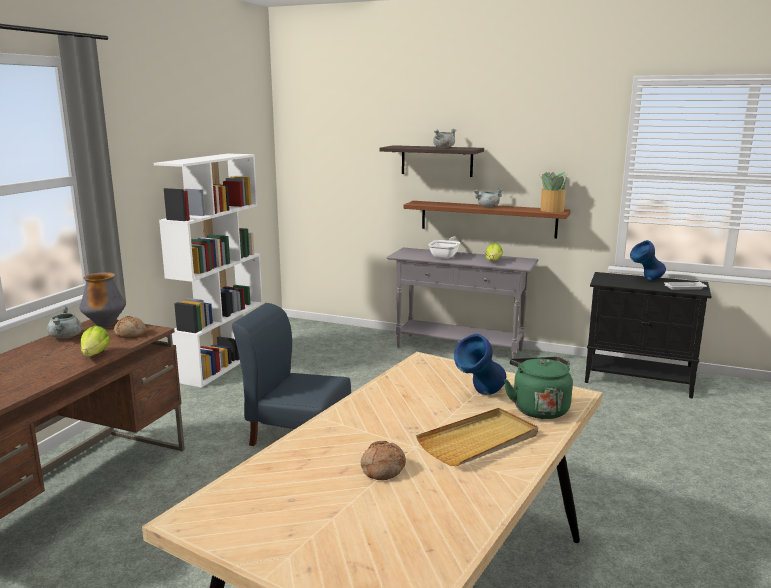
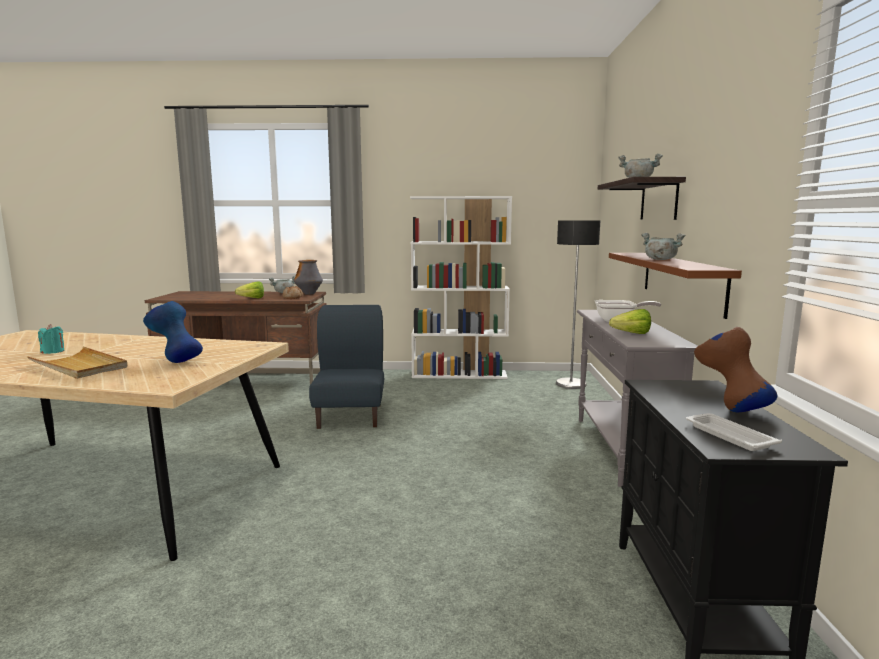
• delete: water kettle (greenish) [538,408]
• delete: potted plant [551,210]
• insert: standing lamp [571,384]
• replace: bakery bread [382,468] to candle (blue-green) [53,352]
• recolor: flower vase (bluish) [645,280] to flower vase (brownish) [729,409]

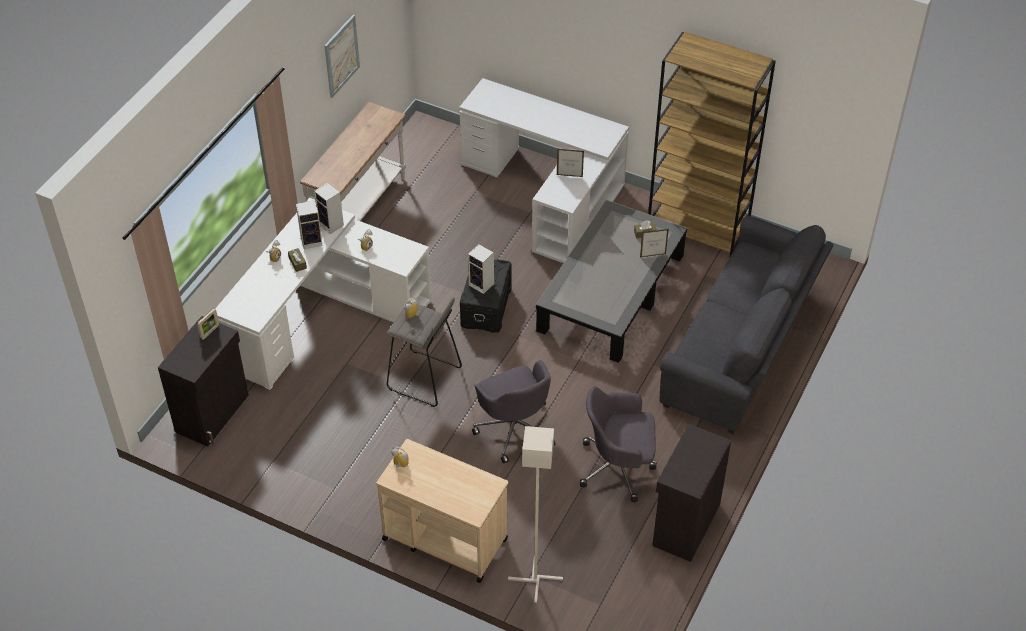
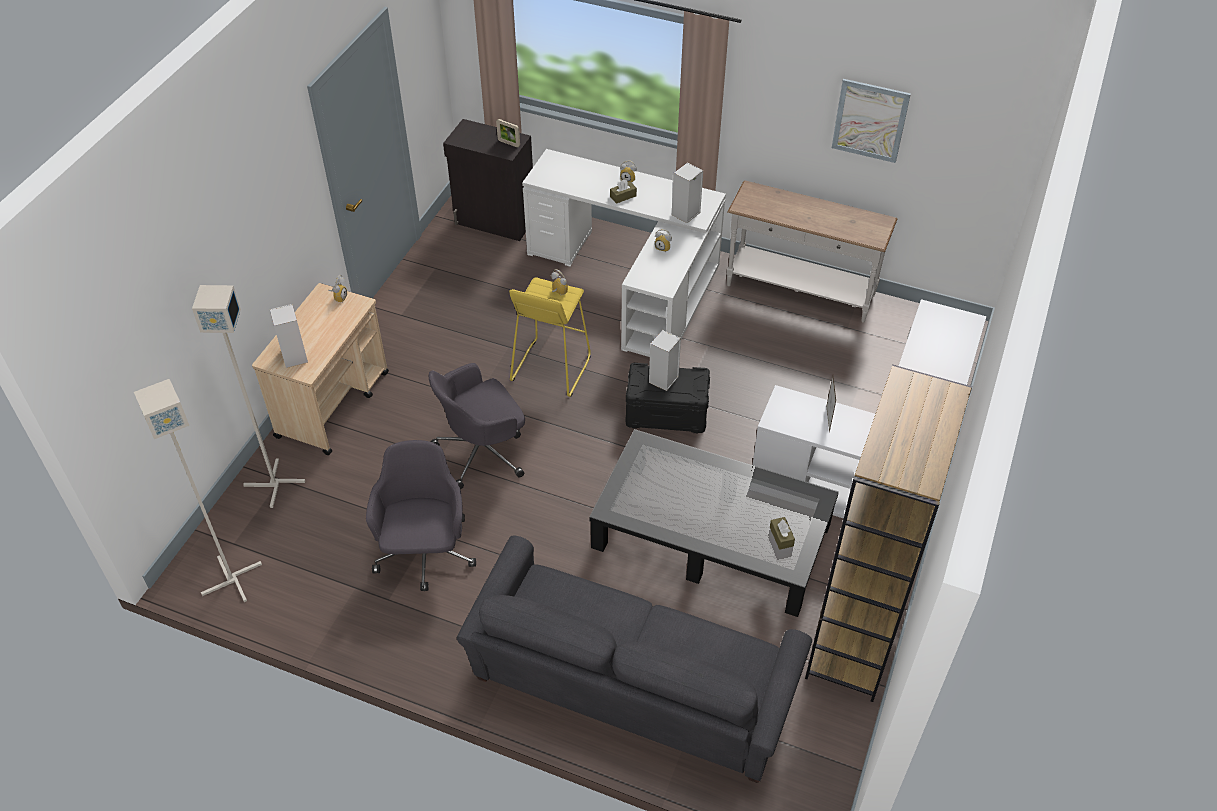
• delete: picture frame [653,255]
• delete: cabinet (black) [685,524]
• insert: standing lamp (greyish) [231,580]
• move: audio speaker [312,240] to [295,357]
• recolor: sitting stool (greyish) [424,379] to sitting stool (yellowish) [550,368]

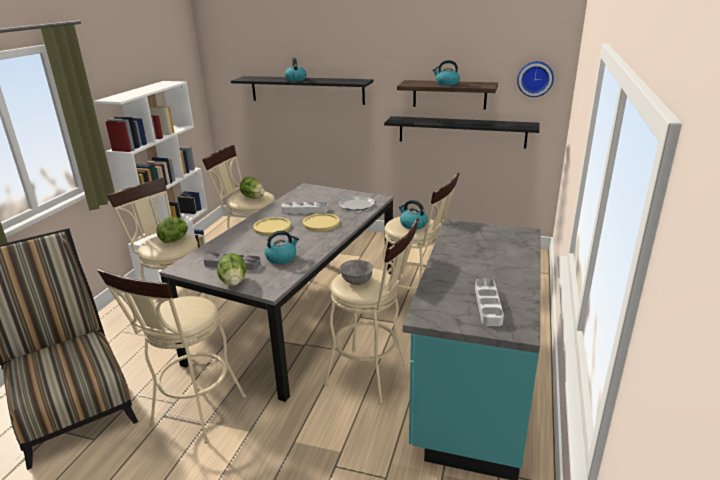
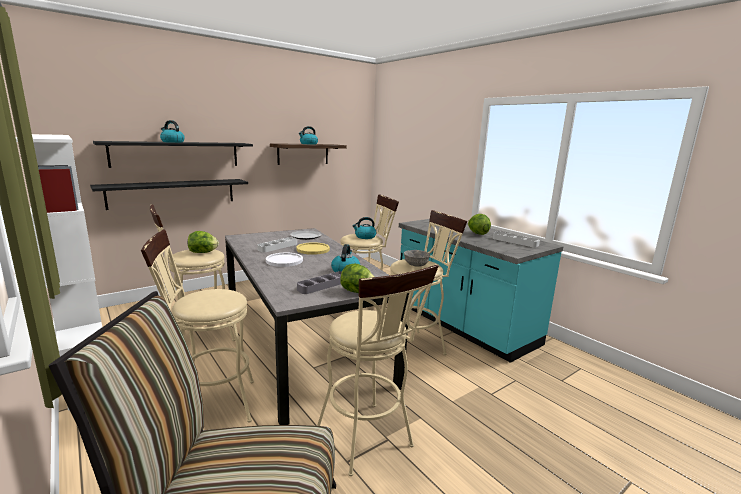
• delete: hanging clock [535,78]
• move: lettuce [175,240] to [477,233]
• move: shelf (black) [461,132] to [173,193]
• recolor: dinner plate (yellowish) [272,227] to dinner plate (white-coloured) [284,260]

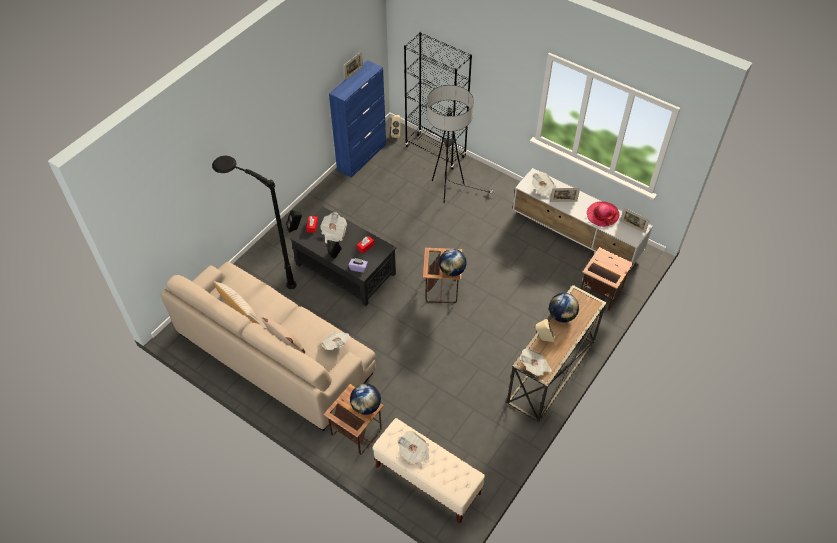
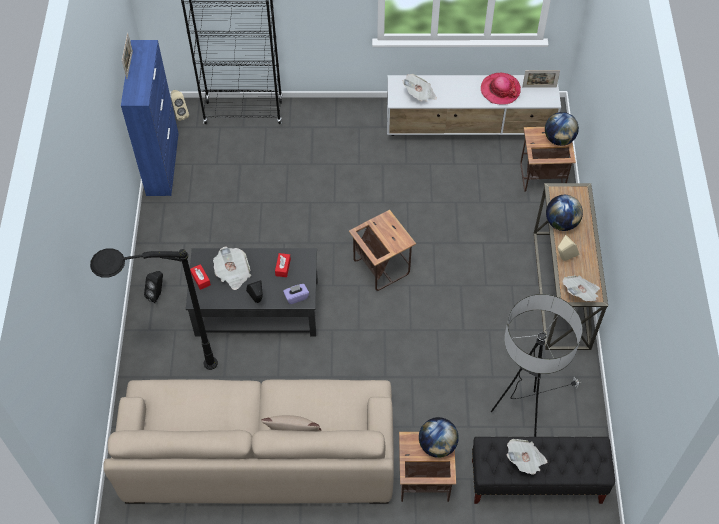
• delete: cushion (beige-coloured) [239,309]
• delete: newspaper [336,344]
• delete: picture frame [563,201]
• move: standing lamp [448,191] to [522,413]
• move: globe [452,271] to [559,139]
• recolor: long seat (beige-coloured) [427,480] to long seat (black) [535,481]

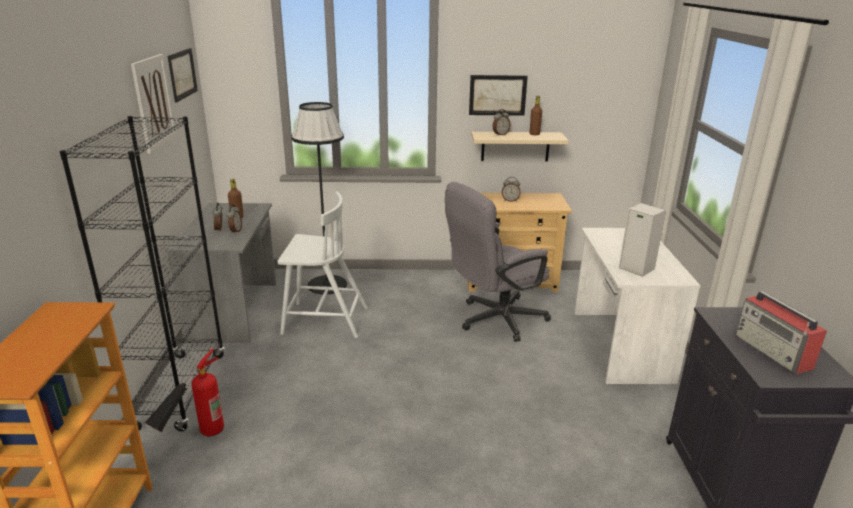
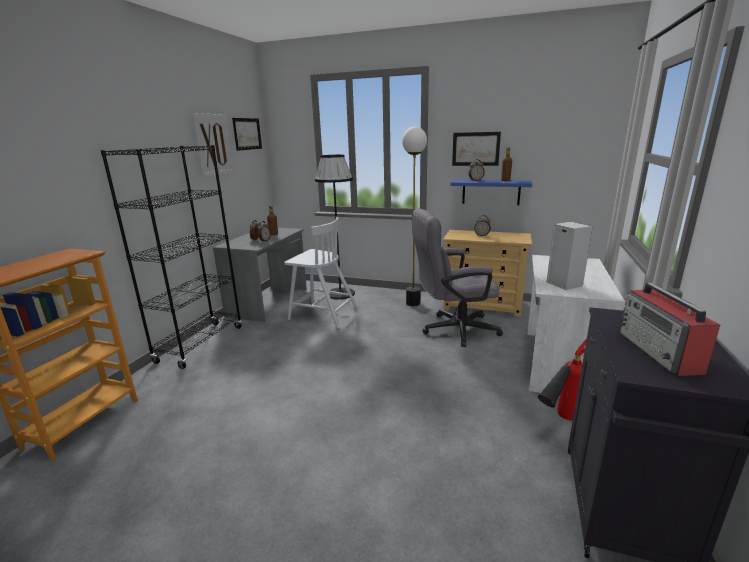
• insert: standing lamp [413,303]
• move: extinguisher [194,442] to [558,423]
• recolor: shelf (beige-coloured) [515,146] to shelf (bluish) [491,192]

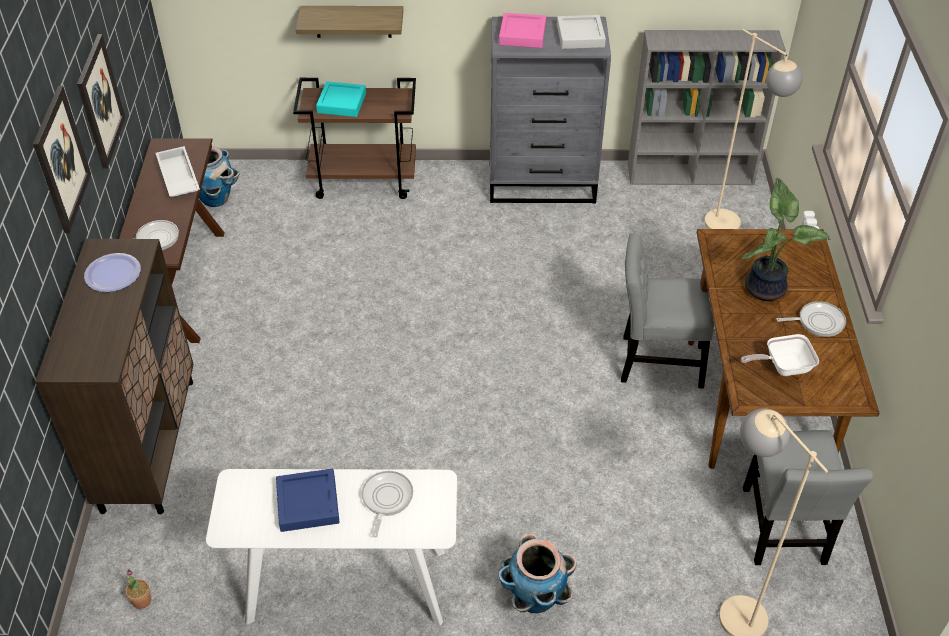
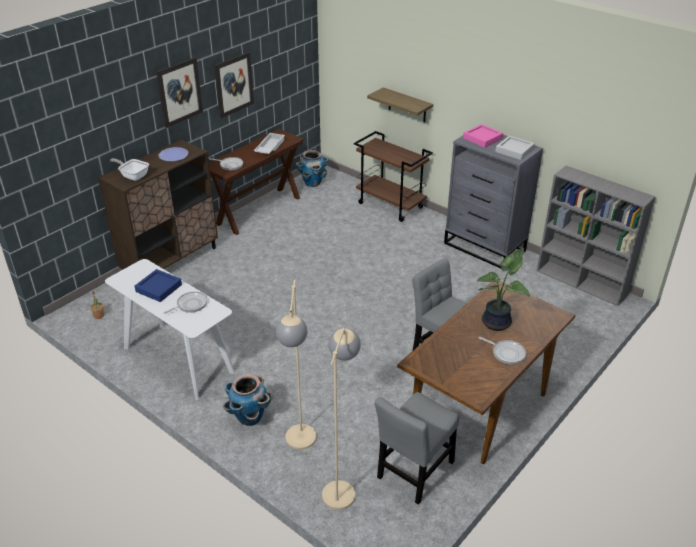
• delete: carrying tray (blue-green) [341,103]
• move: standing lamp (beige-coloured) [732,230] to [300,446]
• move: frying pan [782,366] to [133,176]

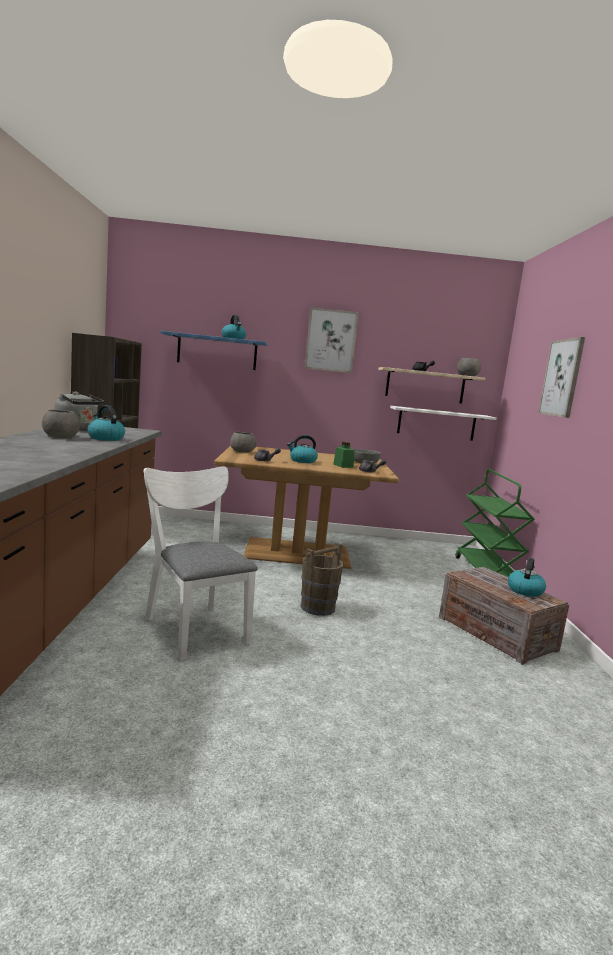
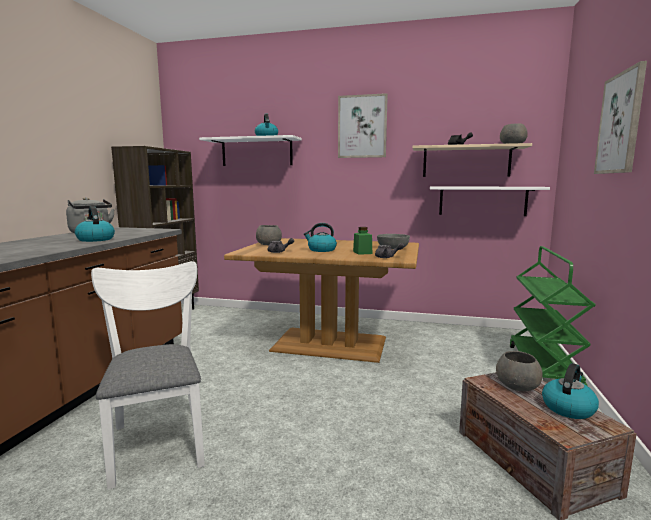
• delete: bucket (brownish) [318,607]
• move: bowl (greyish) [60,437] to [518,386]
• recolor: shelf (bluish) [217,352] to shelf (white-coloured) [256,152]

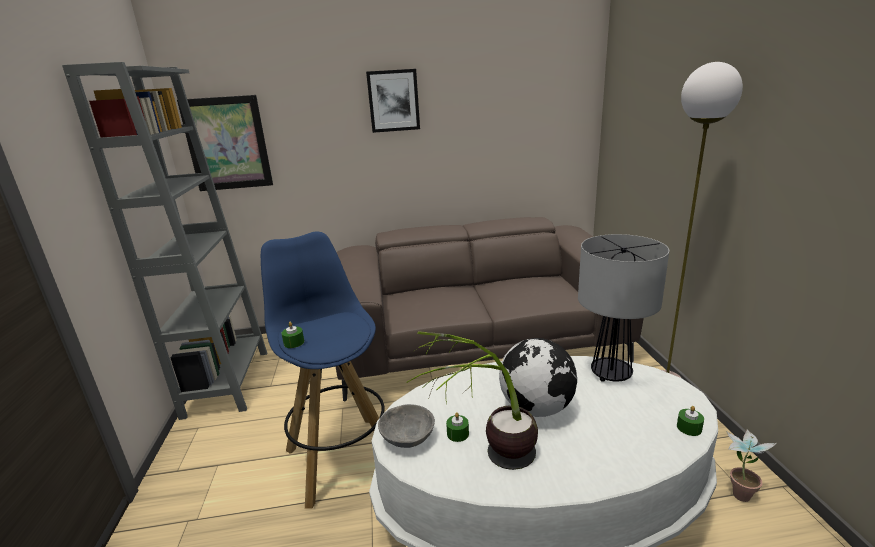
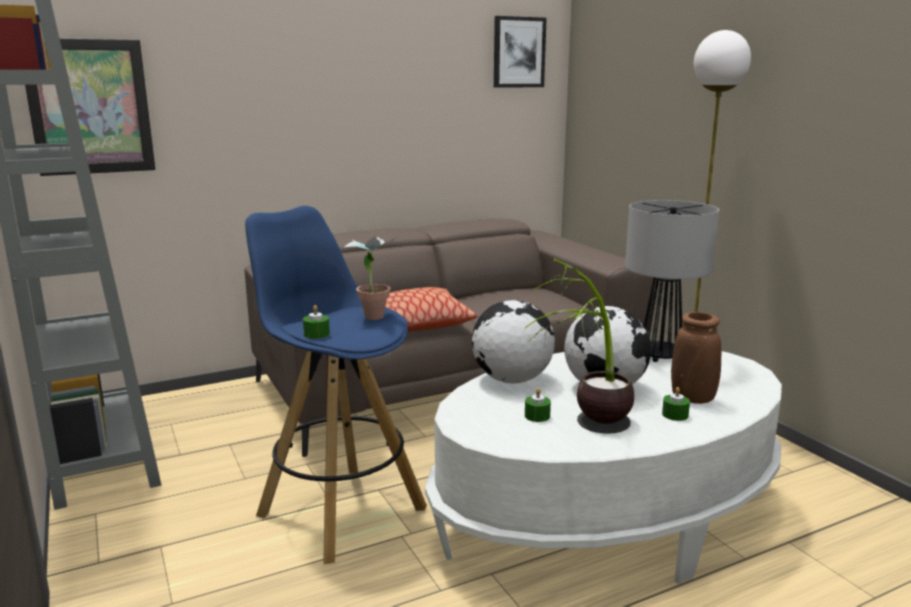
• delete: bowl (greyish) [407,438]
• insert: cushion [419,323]
• insert: globe [511,380]
• insert: flower vase (brownish) [692,398]
• move: picture [393,101] to [518,52]
• move: candle (greenish) [689,428] to [675,415]
• move: potted plant [738,491] to [373,314]

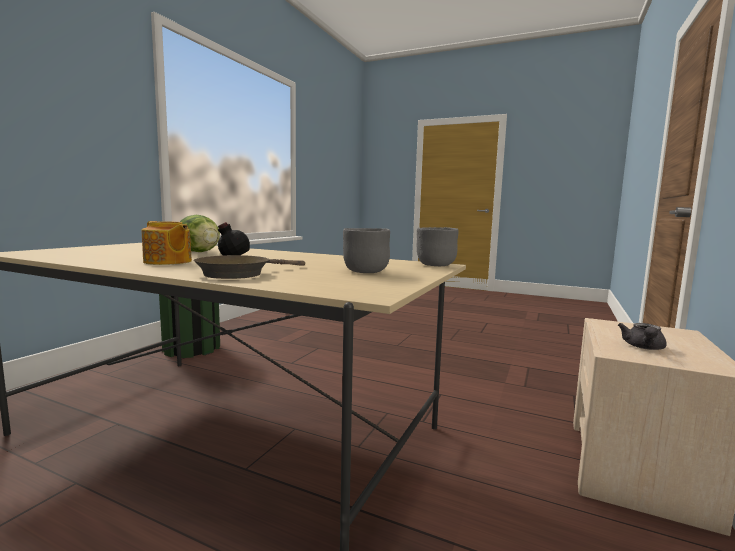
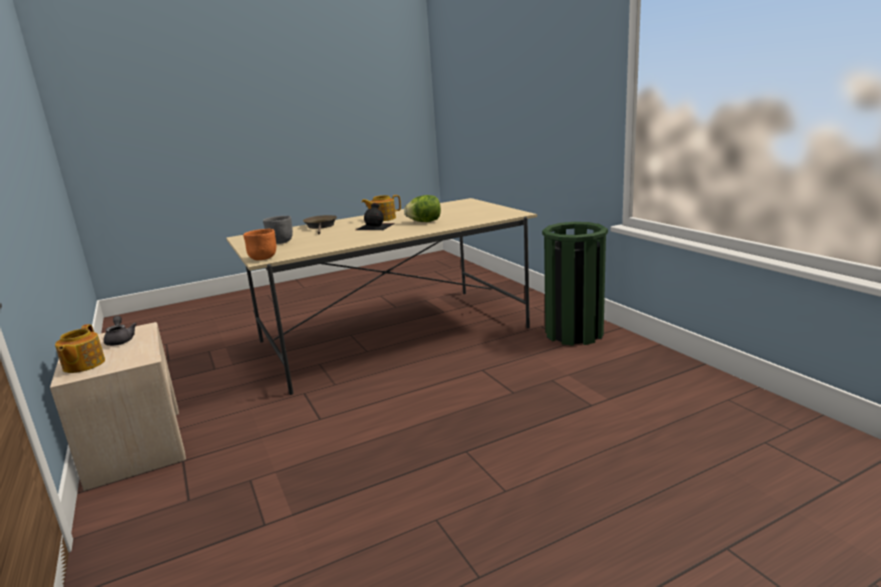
• insert: teapot [83,365]
• recolor: bowl (greyish) [435,265] to bowl (orangey) [264,258]

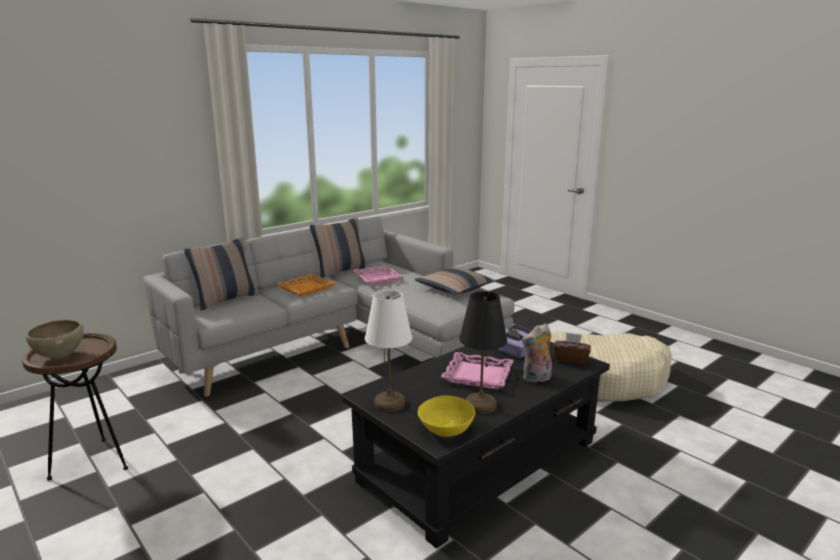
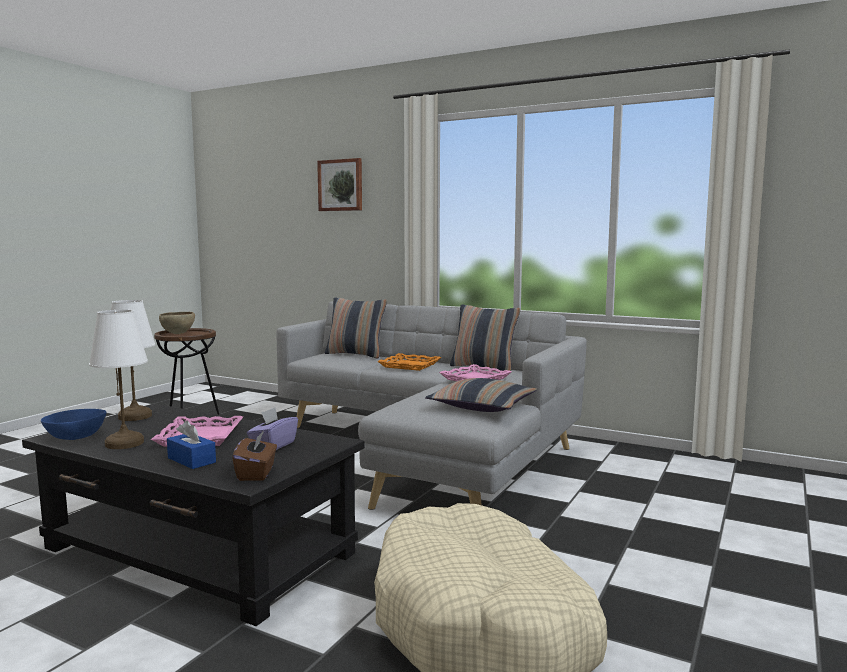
• insert: picture [341,185]
• replace: plush toy [536,379] to tissue holder (bluish) [191,460]
• recolor: bowl (yellowish) [446,429] to bowl (bluish) [75,436]
• recolor: table lamp (black) [480,405] to table lamp (white-coloured) [124,443]

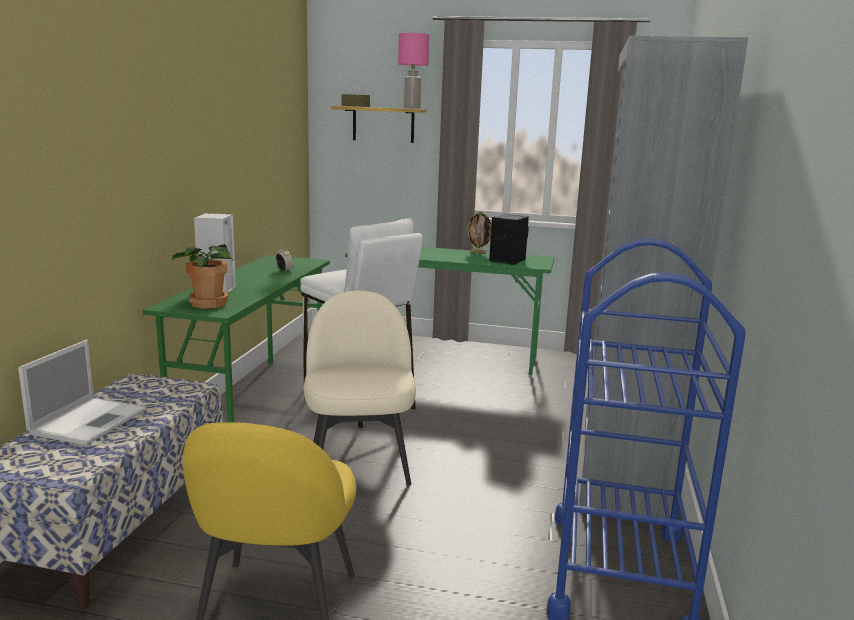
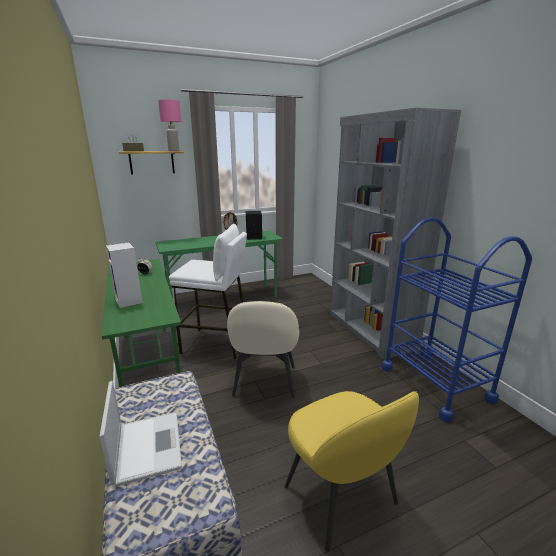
• delete: potted plant [208,303]
• rotate: plain chair (beige-coloured) [359,465] = [264,382] 135 degrees counterclockwise

